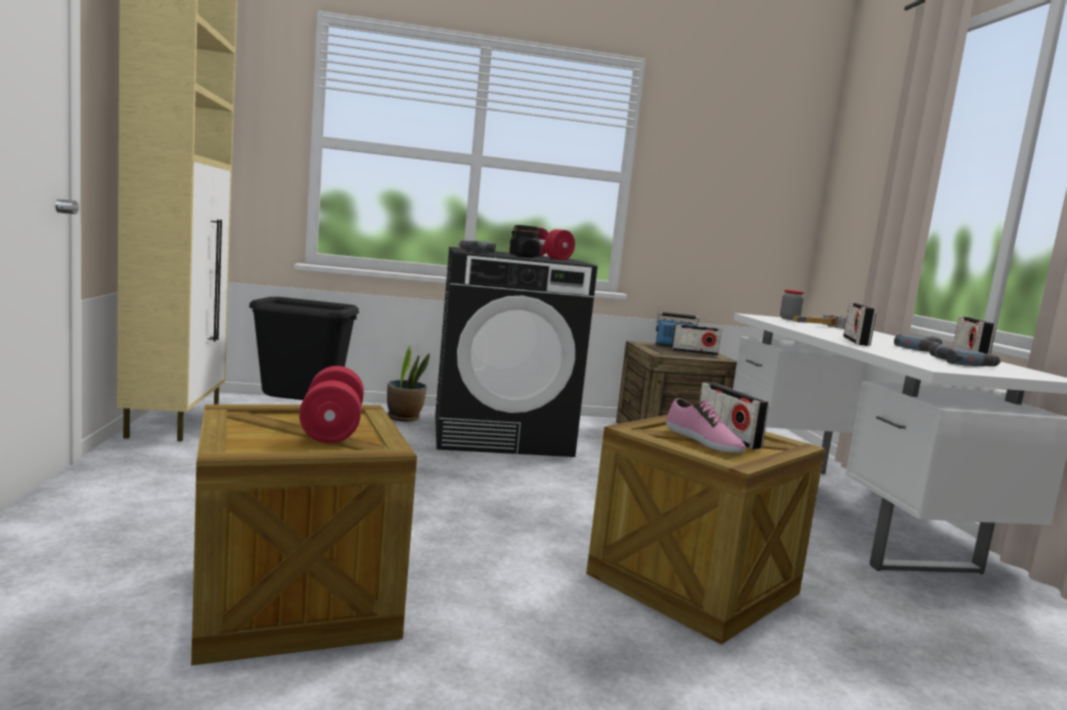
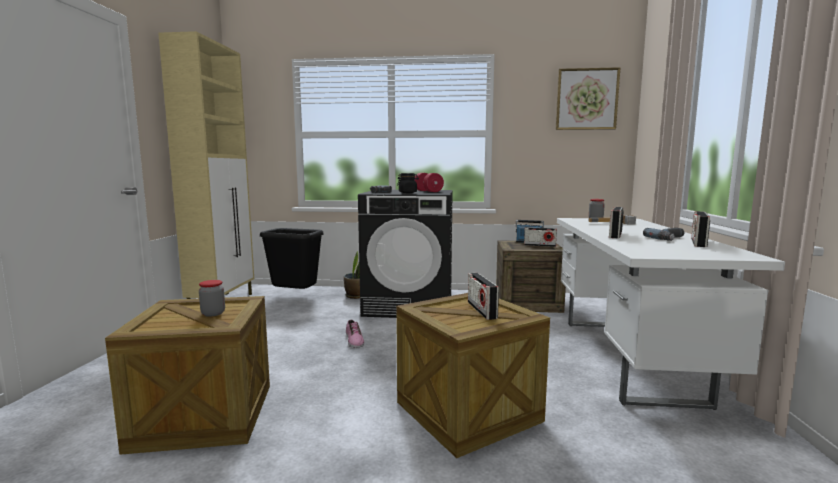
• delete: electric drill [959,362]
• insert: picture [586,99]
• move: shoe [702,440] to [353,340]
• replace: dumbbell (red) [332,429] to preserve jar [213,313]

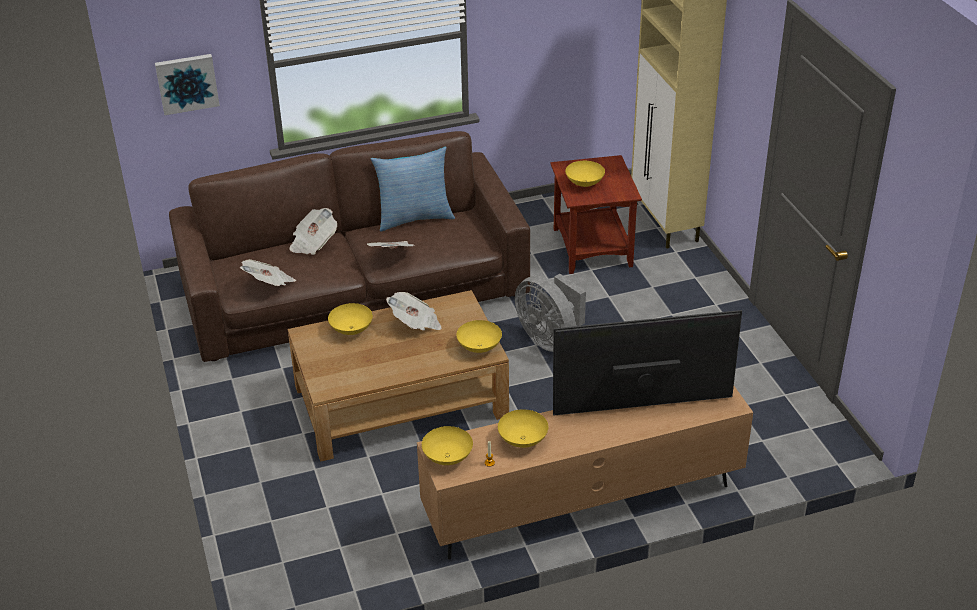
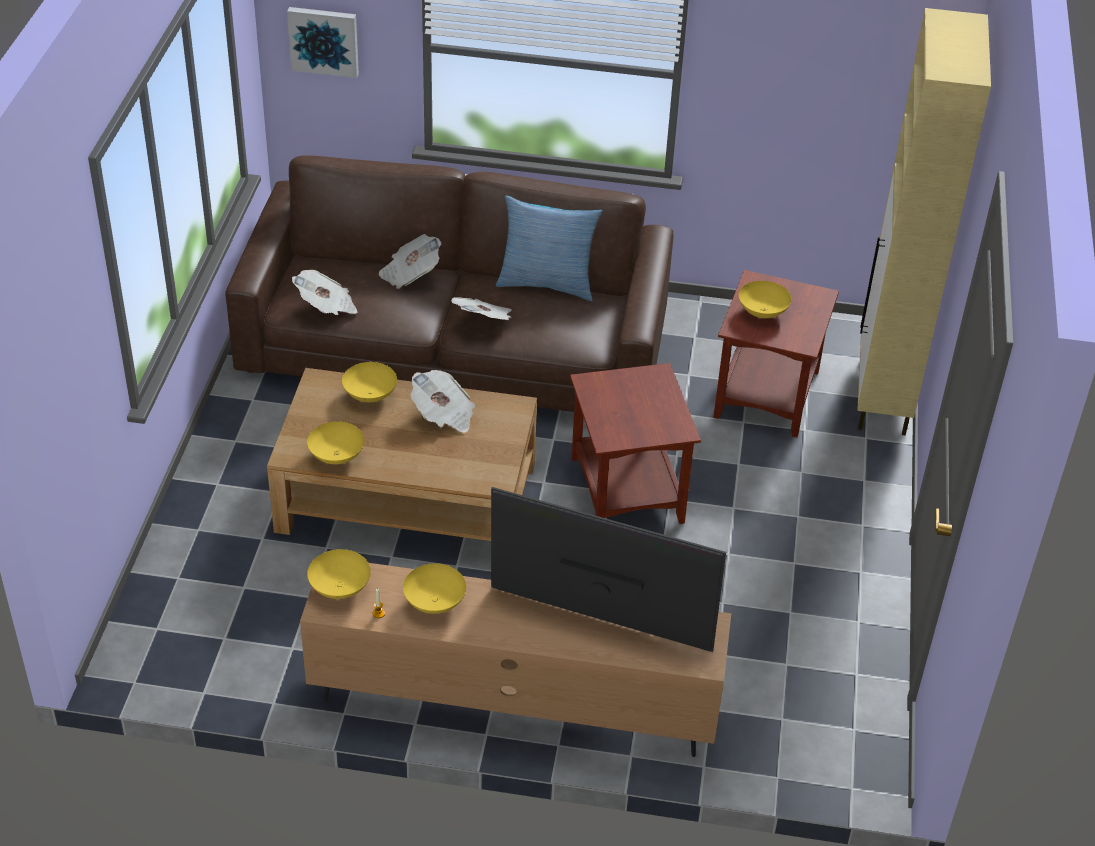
• move: bowl (yellowish) [478,347] to [335,456]
• replace: fan (greyish) [550,338] to accent table (brownish) [628,490]

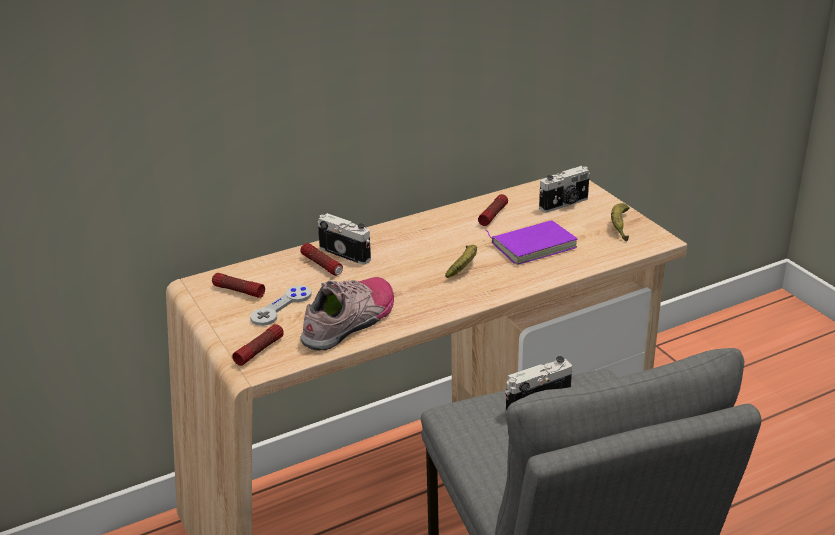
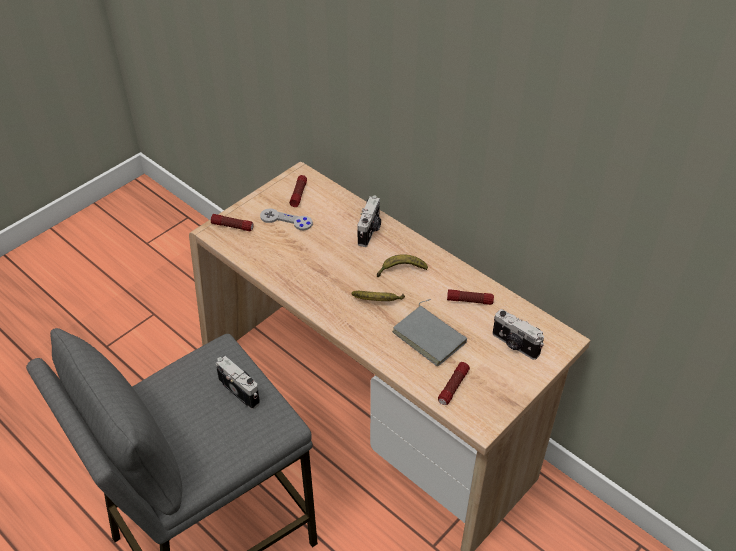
• delete: shoe [351,322]
• move: flashlight [322,265] to [453,387]
• move: banana [620,226] to [400,270]
• recolor: bound book (purplish) [533,245] to bound book (greyish) [431,336]

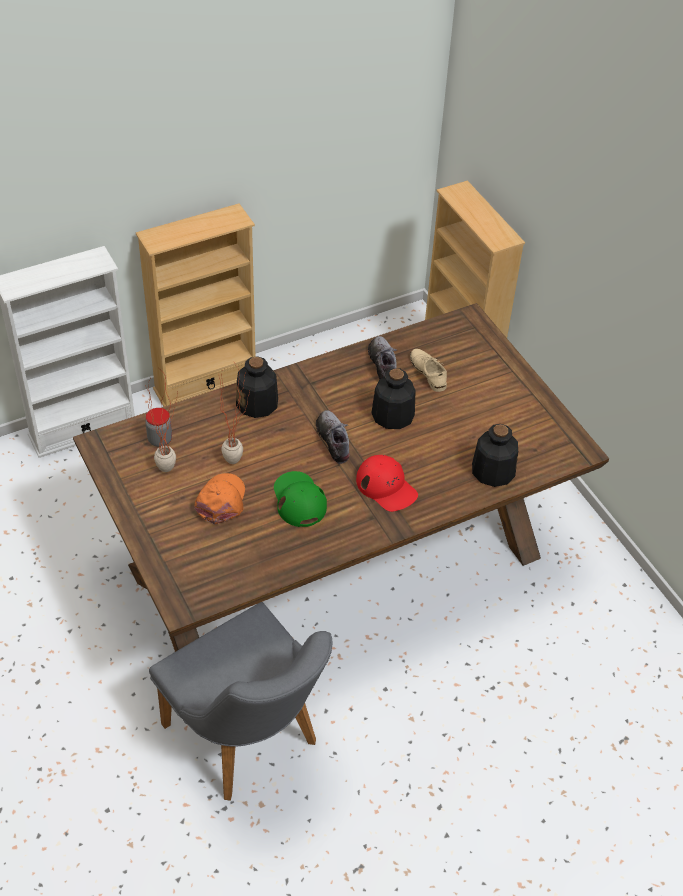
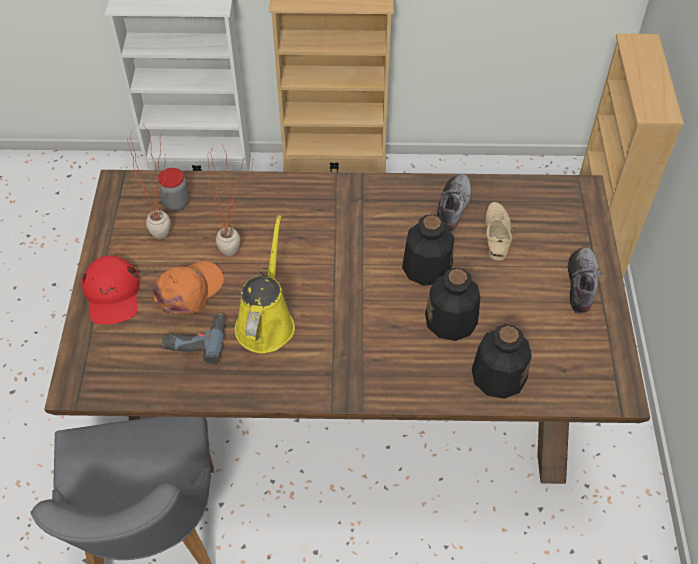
• insert: electric drill [195,339]
• move: bottle [257,403] to [451,320]
• move: shoe [333,440] to [581,283]
• move: baseball cap (red) [386,487] to [112,294]
• replace: baseball cap (greenish) [299,500] to sprinkling can (yellowish) [266,322]

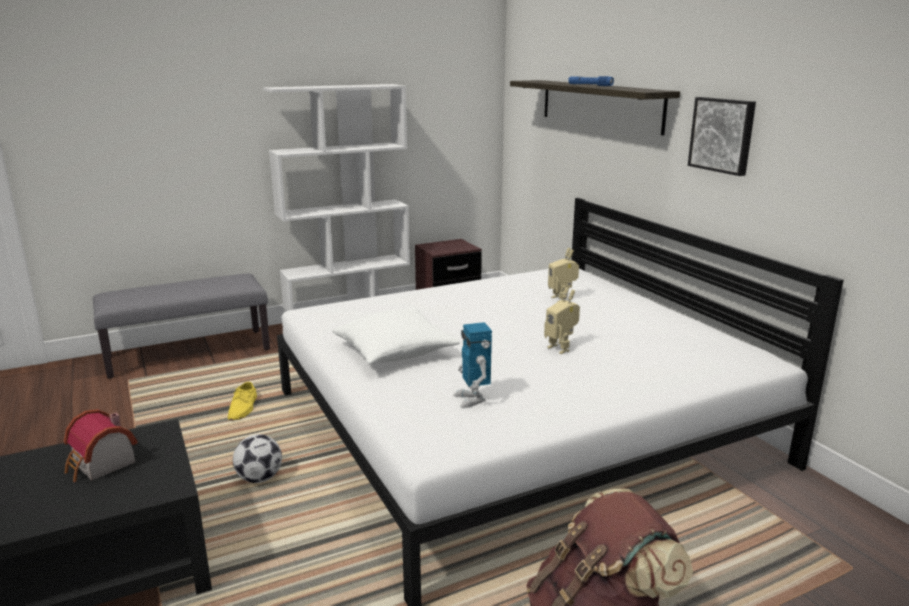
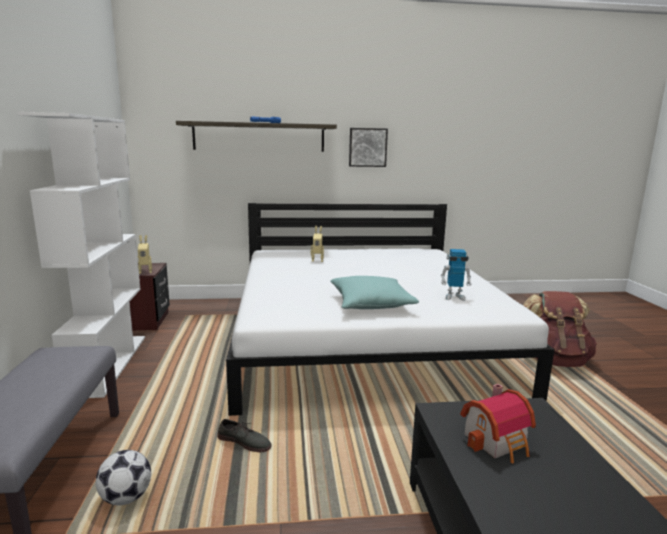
• move: ball for football [259,478] to [126,498]
• move: model robot [561,348] to [145,271]
• recolor: shoe (yellowish) [243,408] to shoe (greyish) [244,441]
• recolor: cushion (white-coloured) [395,352] to cushion (blue-green) [371,304]

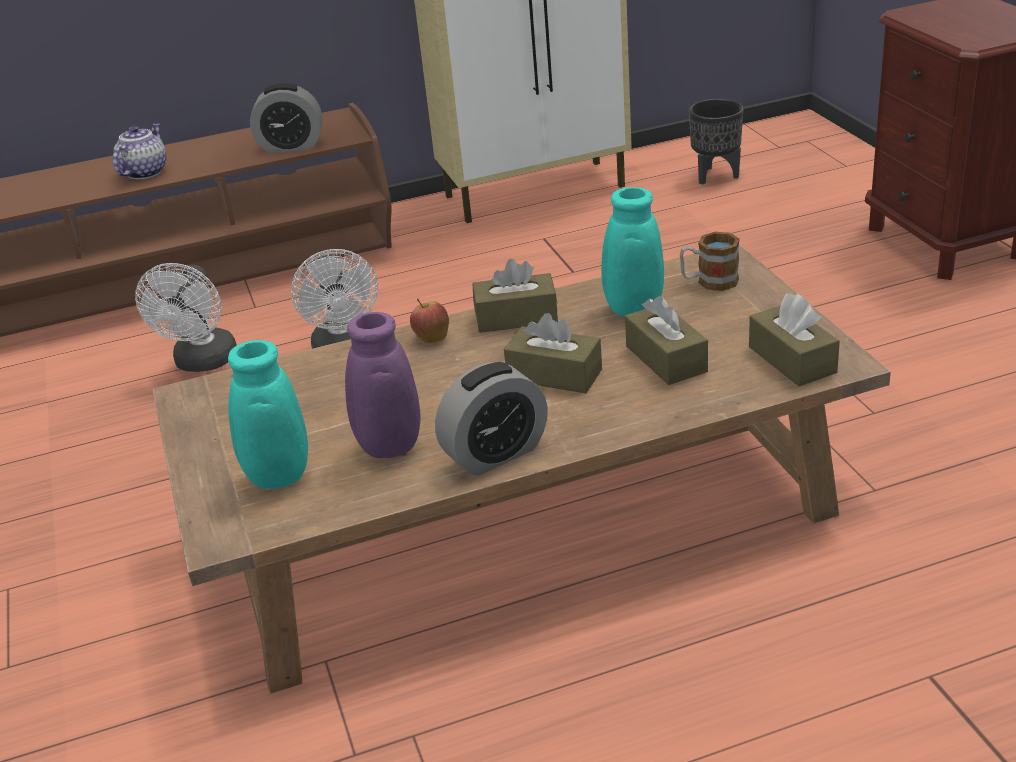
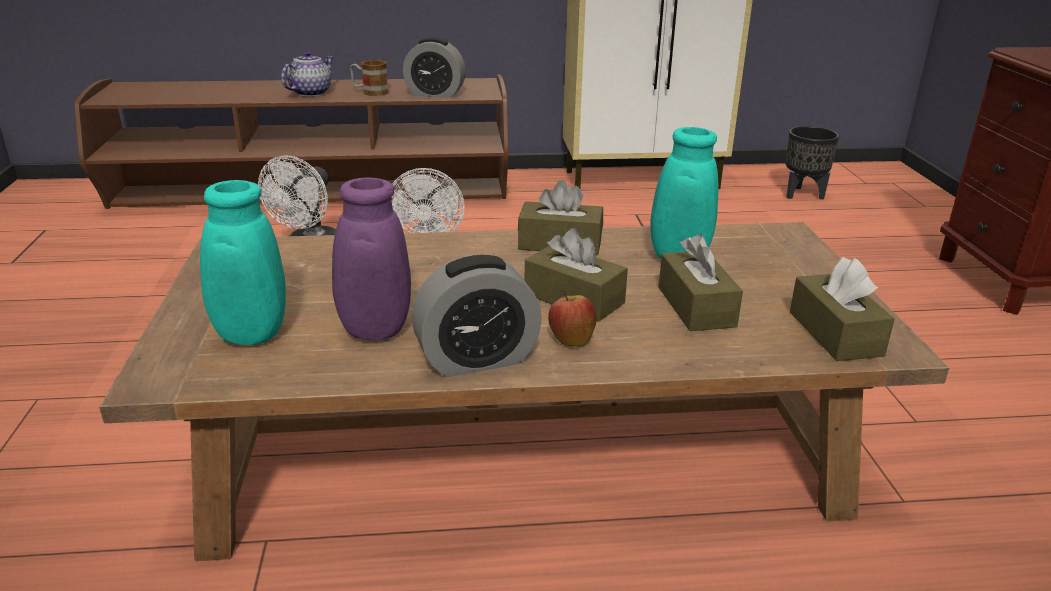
• move: apple fruit [431,338] to [571,340]
• move: mug [709,282] to [370,92]

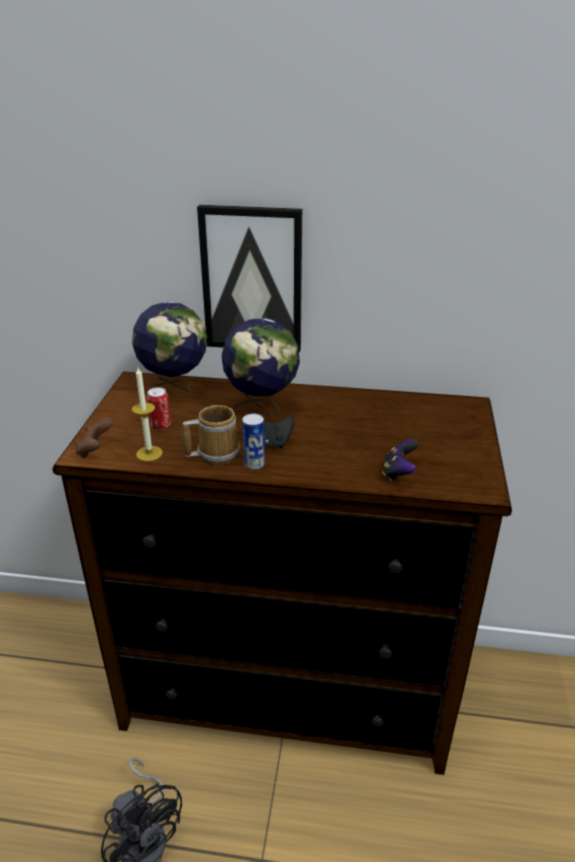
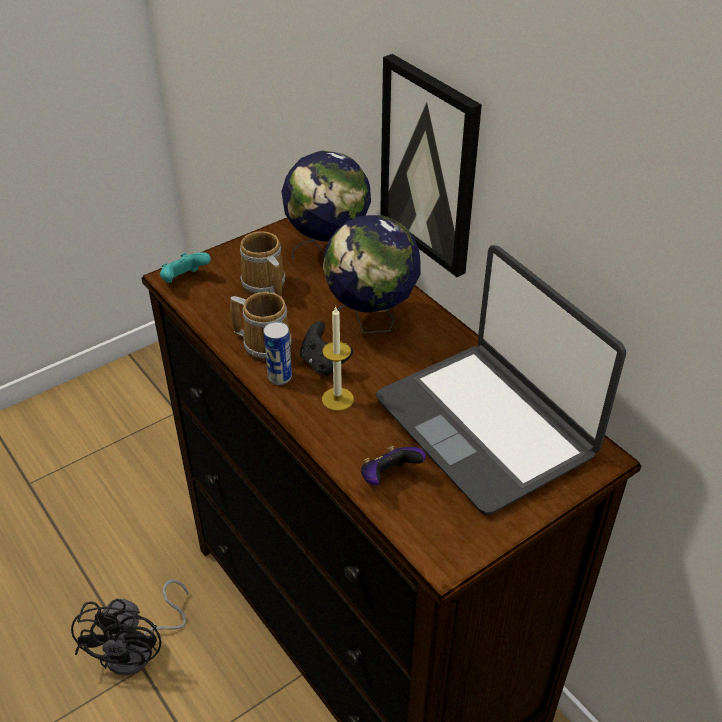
• insert: portable computer [486,426]
• move: candle [149,453] to [337,399]
• replace: can [160,426] to mug [263,286]
• recolor: game controller (brownish) [95,451] to game controller (blue-green) [184,280]

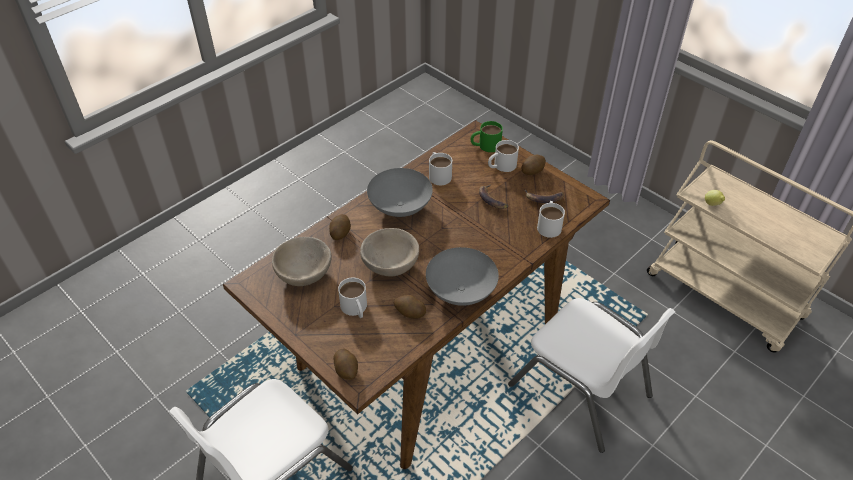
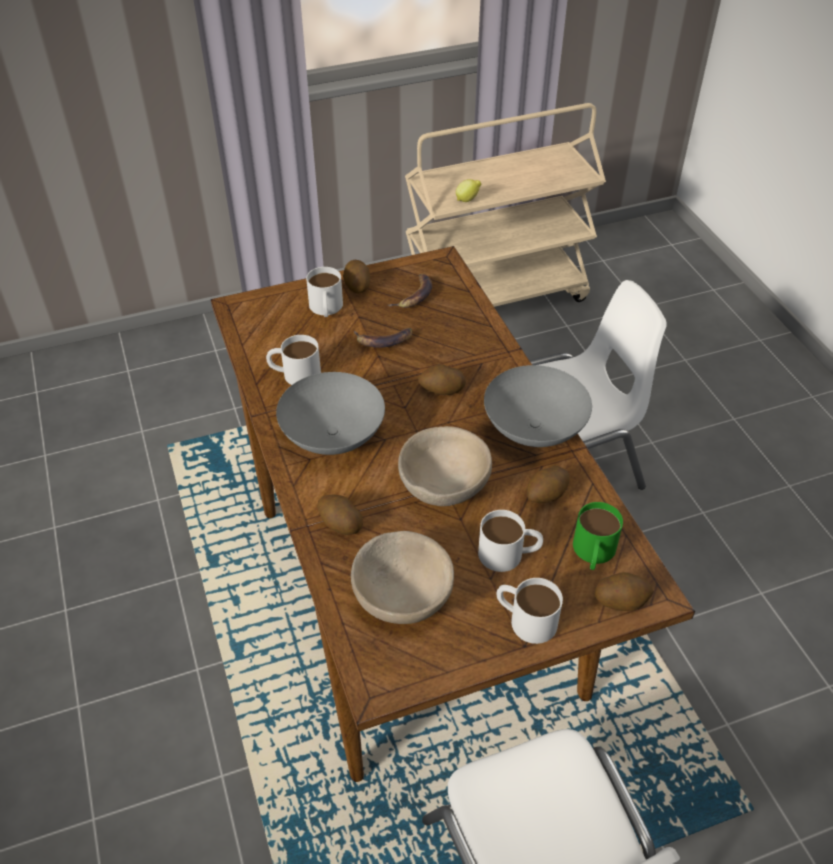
• insert: potato [441,390]
• move: mug (greenish) [485,145] to [593,553]
• move: mug (white-coloured) [549,225] to [525,618]

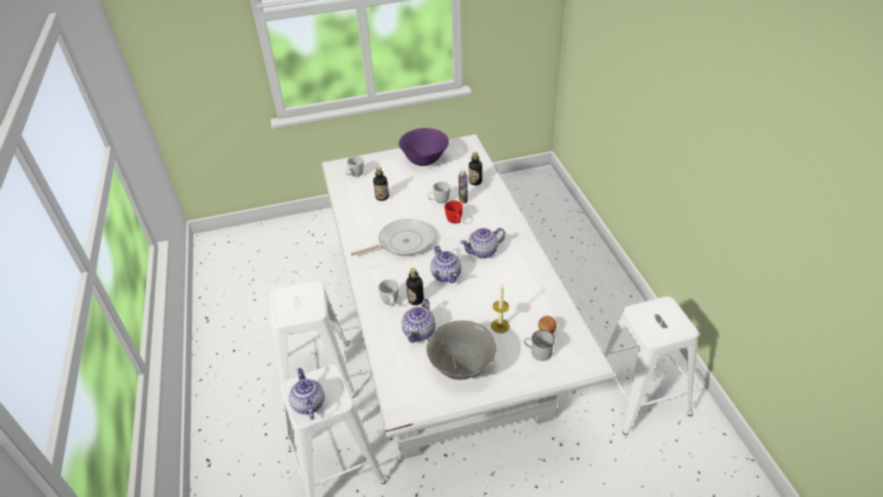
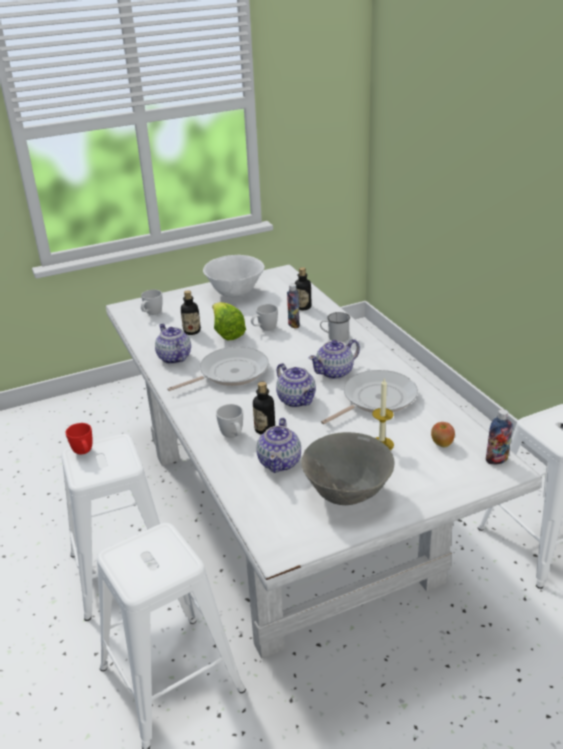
• insert: lettuce [227,333]
• insert: frying pan [375,399]
• insert: bottle [496,460]
• move: teapot [308,404] to [173,357]
• move: mug (red) [455,222] to [84,453]
• move: mug (white-coloured) [538,352] to [335,337]
• recolor: bowl (purplish) [425,161] to bowl (white-coloured) [235,293]

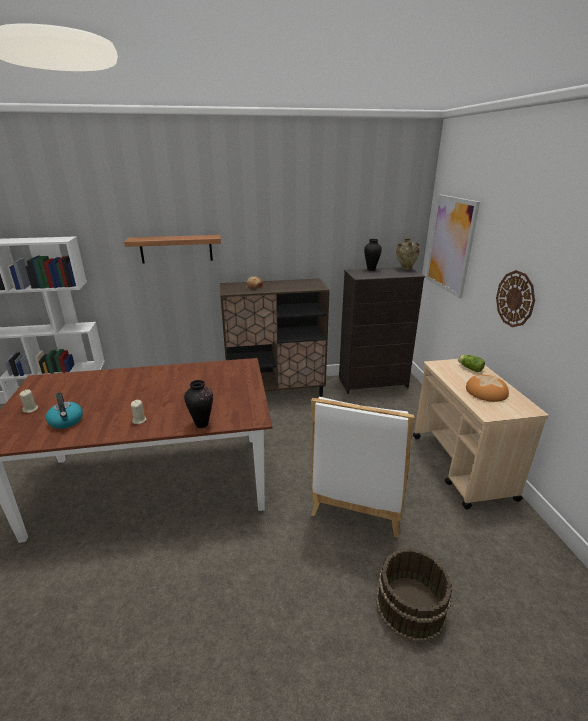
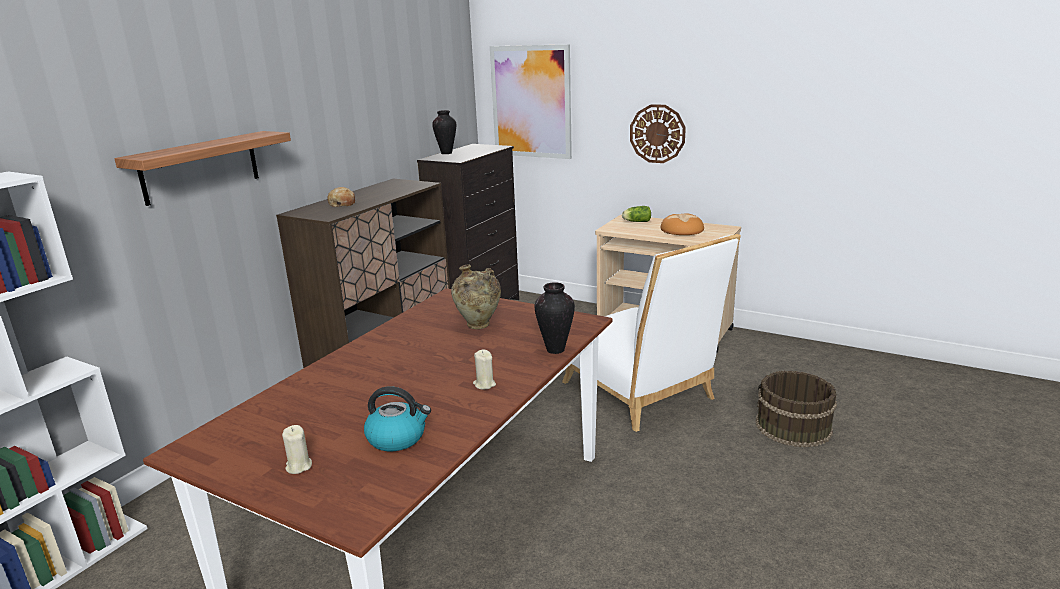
• move: flower vase (beige-coloured) [405,269] to [478,326]

